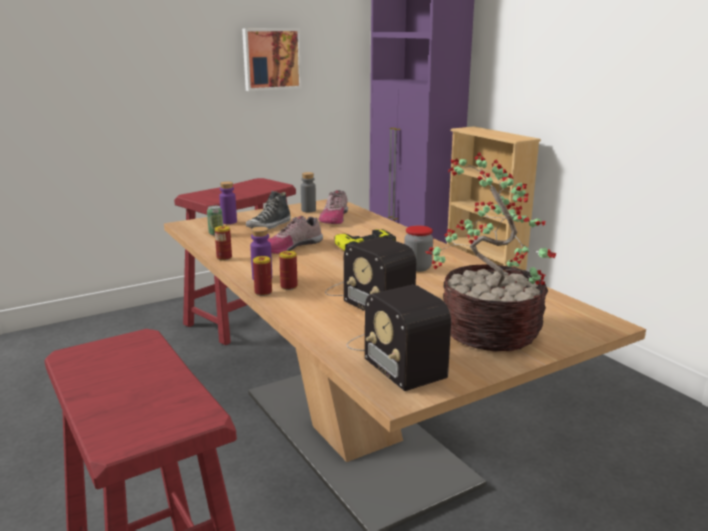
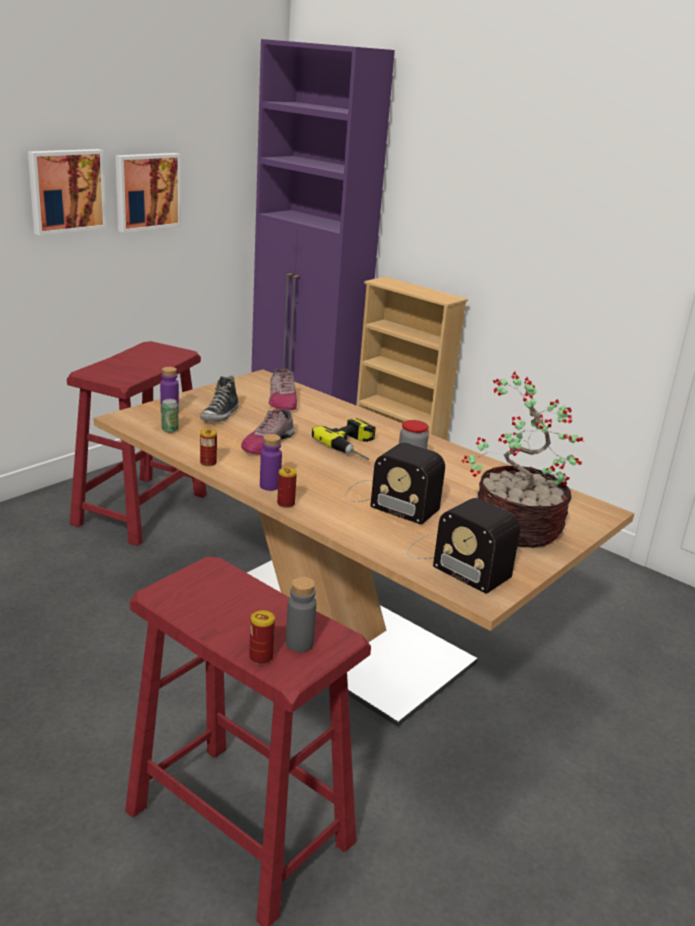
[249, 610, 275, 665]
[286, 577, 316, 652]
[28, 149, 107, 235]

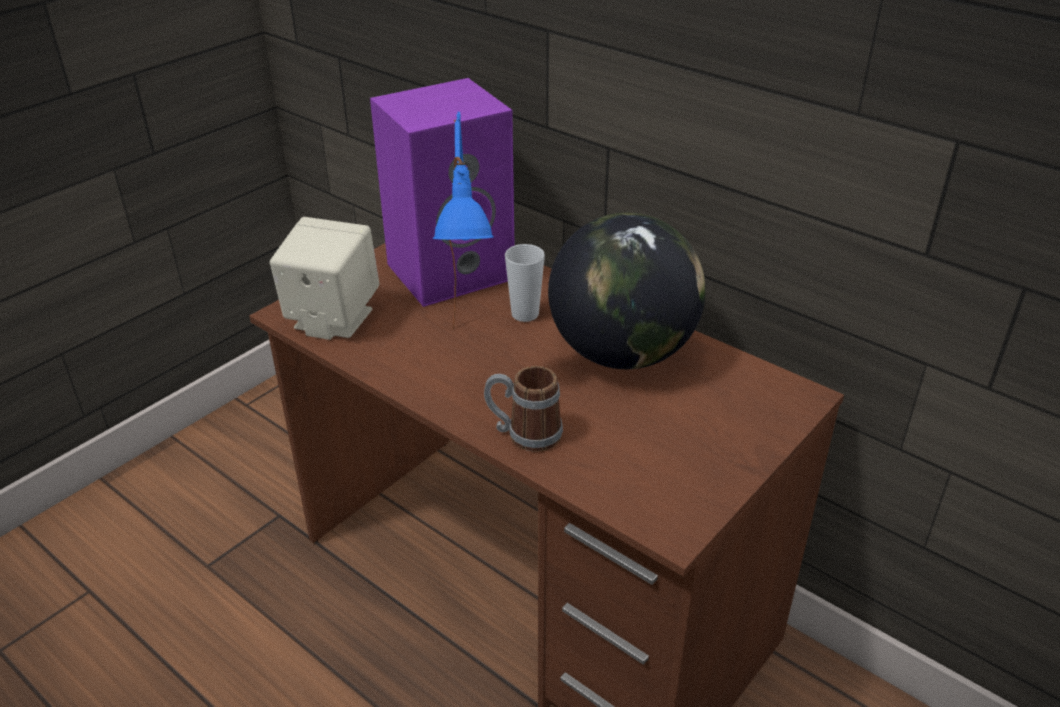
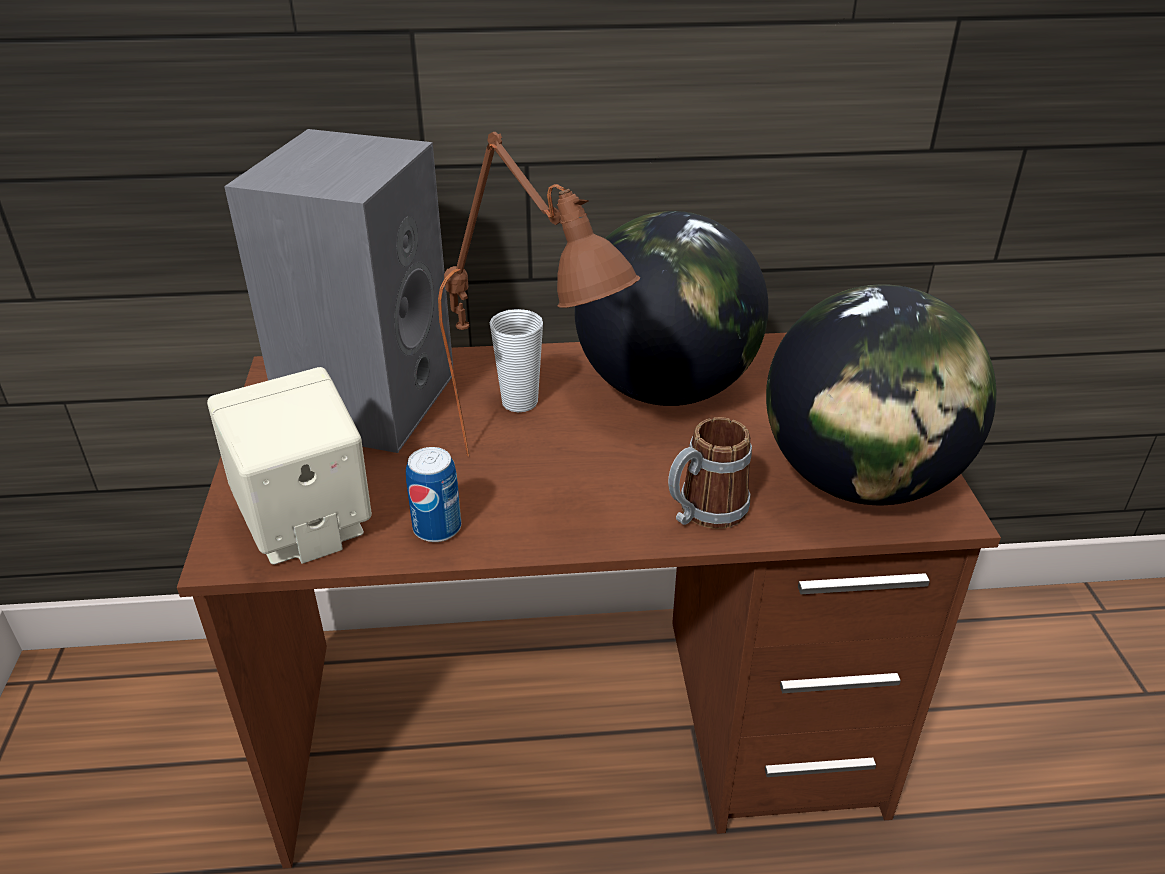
[224, 129, 454, 453]
[438, 132, 640, 457]
[406, 447, 461, 542]
[766, 284, 996, 505]

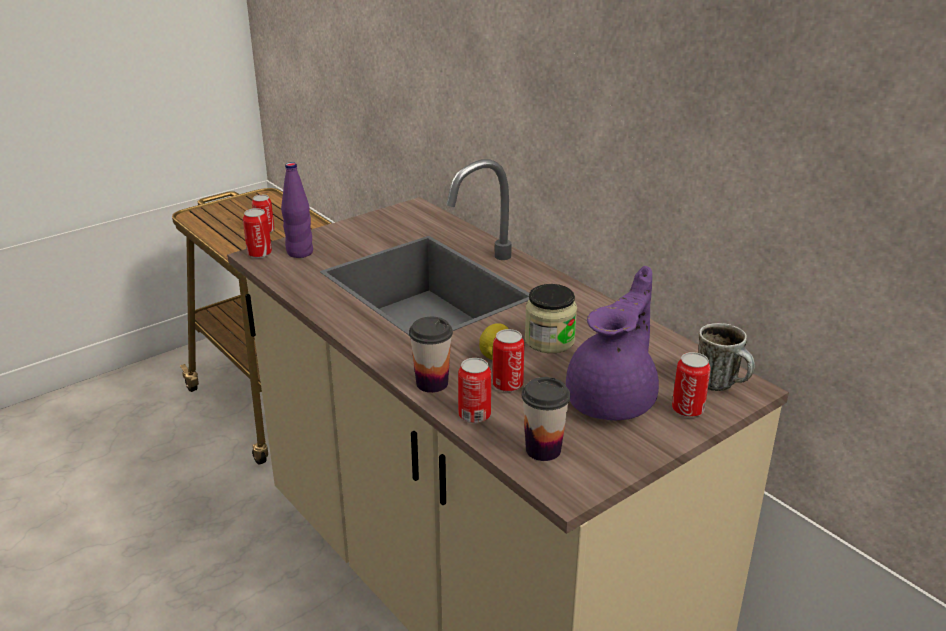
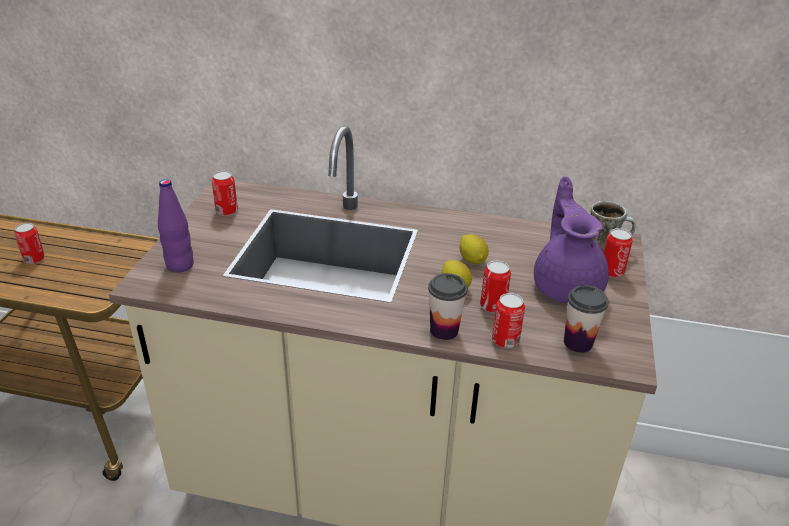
[212, 171, 238, 216]
[459, 234, 489, 264]

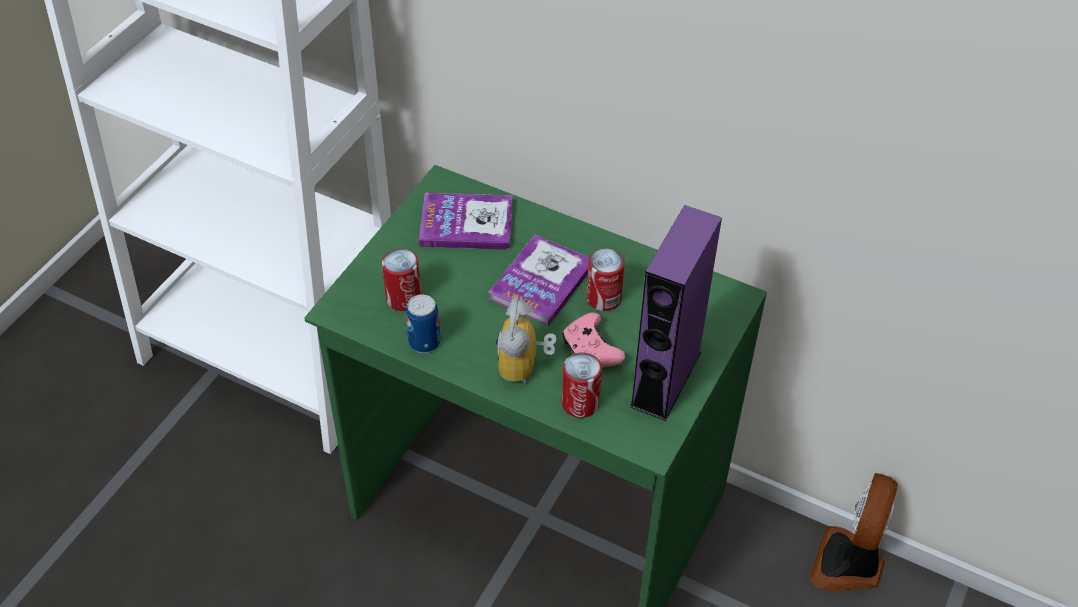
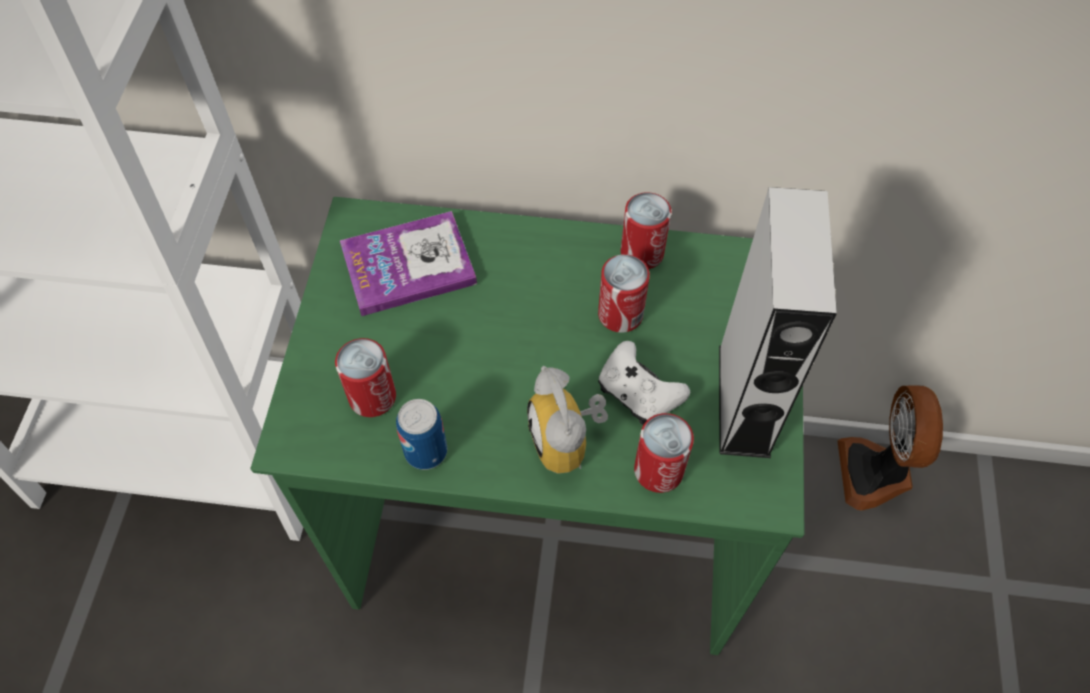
[488, 234, 589, 326] (first image)
[598, 341, 690, 425]
[719, 187, 837, 458]
[621, 192, 671, 269]

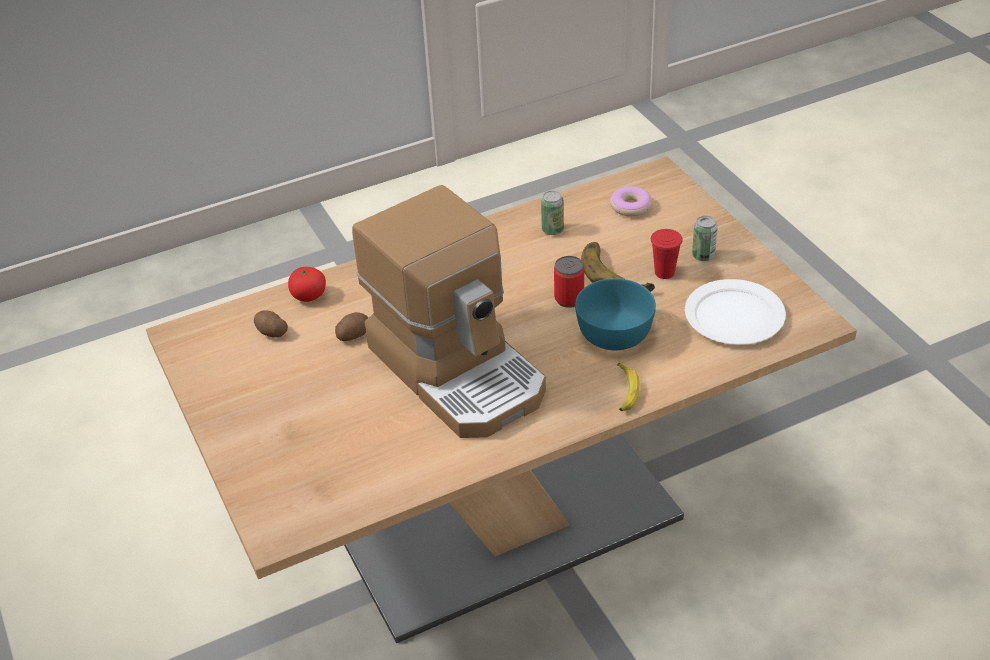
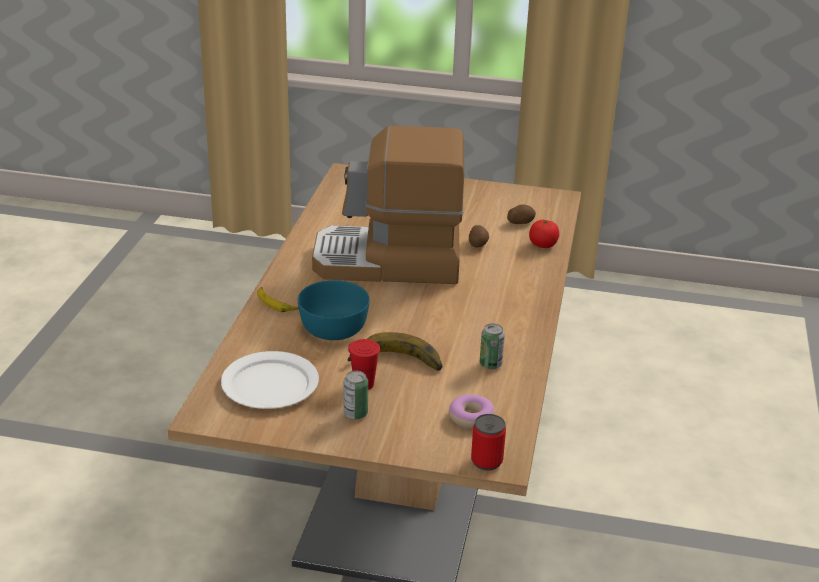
[471, 414, 506, 470]

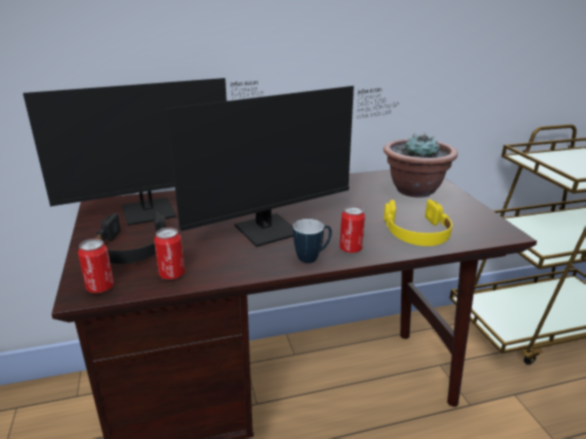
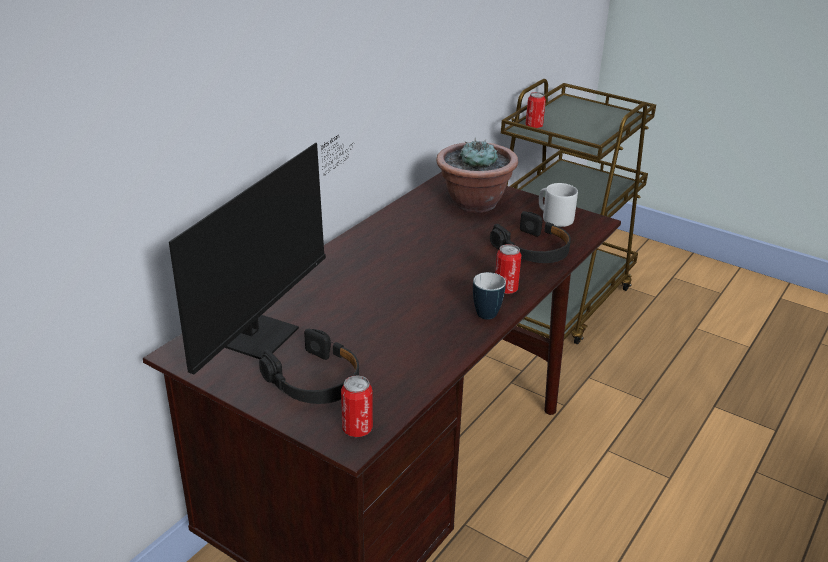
[526, 92, 546, 128]
[166, 86, 399, 247] (first image)
[490, 211, 571, 263]
[539, 183, 578, 227]

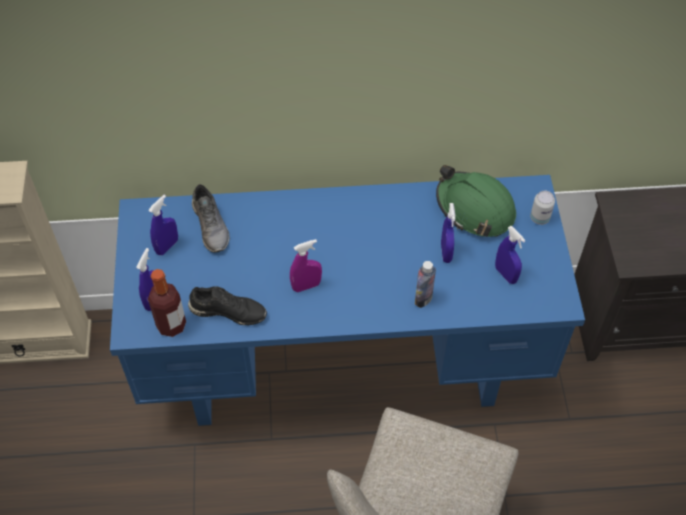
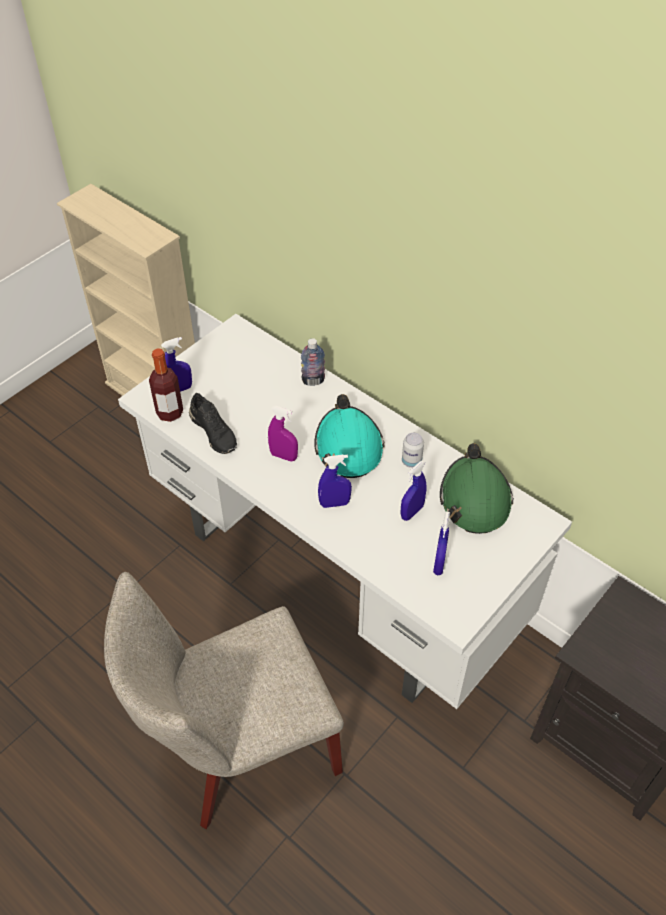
[118, 314, 572, 709]
[318, 454, 352, 508]
[192, 184, 230, 252] (first image)
[301, 338, 325, 386]
[402, 433, 424, 468]
[314, 394, 385, 478]

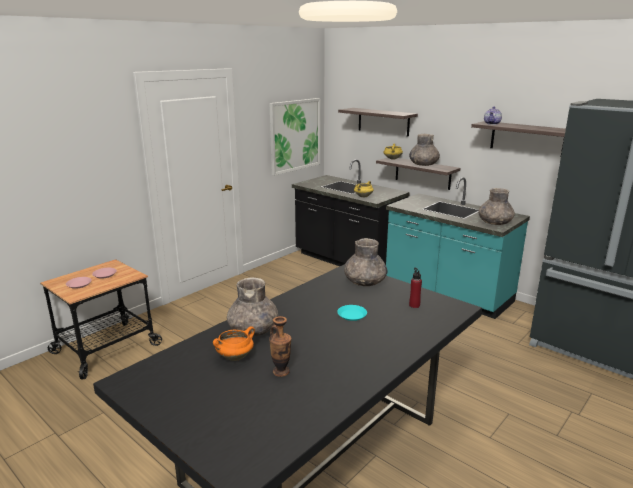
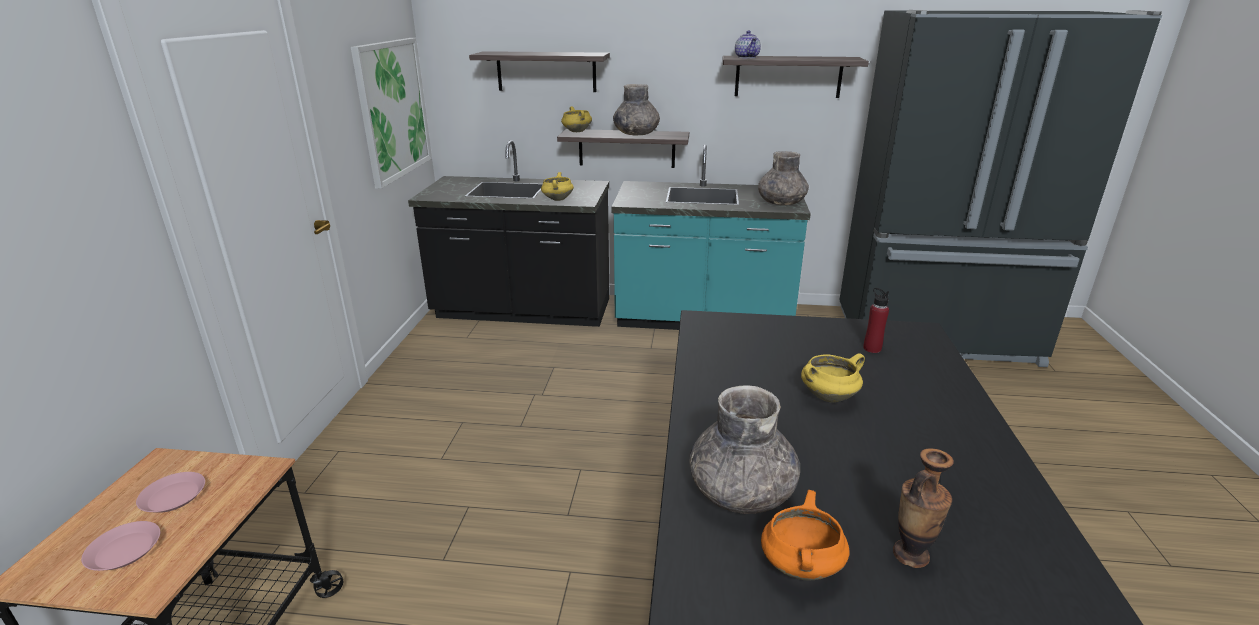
[801, 353, 865, 403]
[344, 238, 388, 286] (first image)

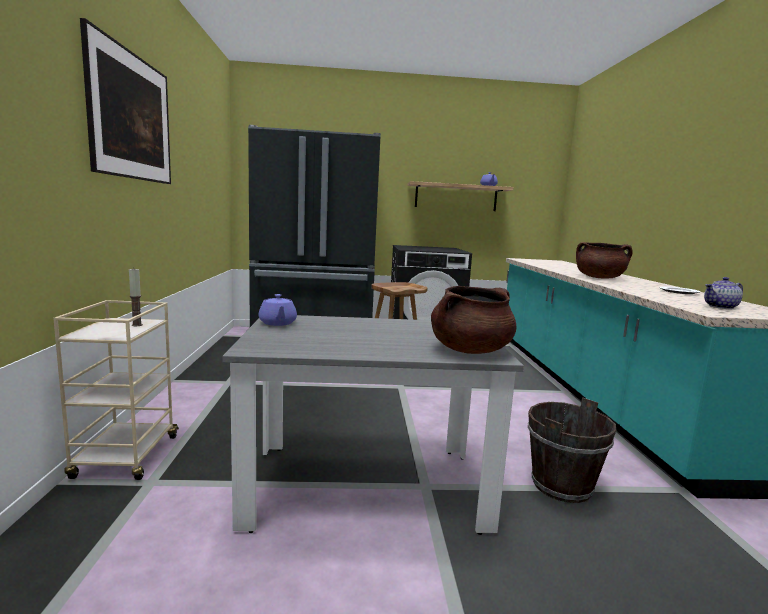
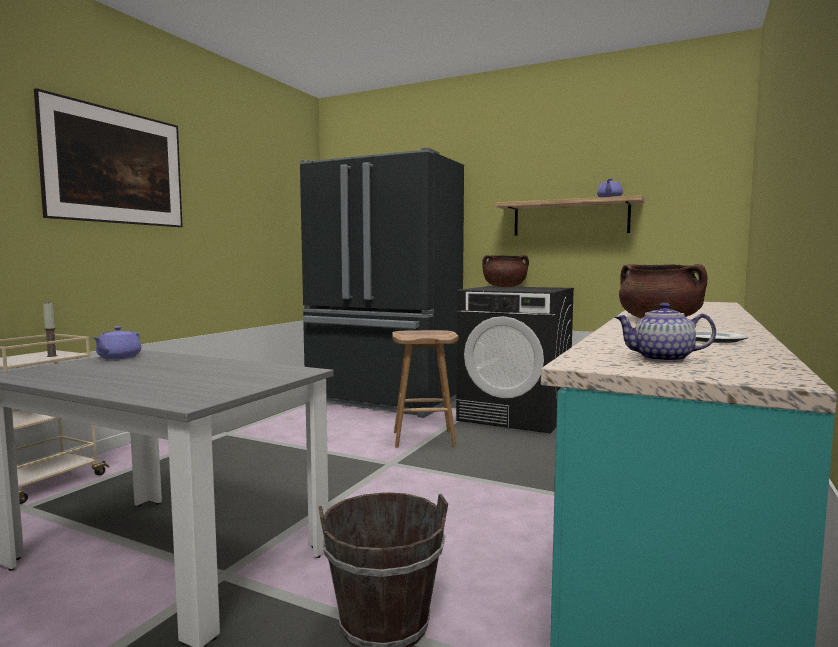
[482, 255, 529, 287]

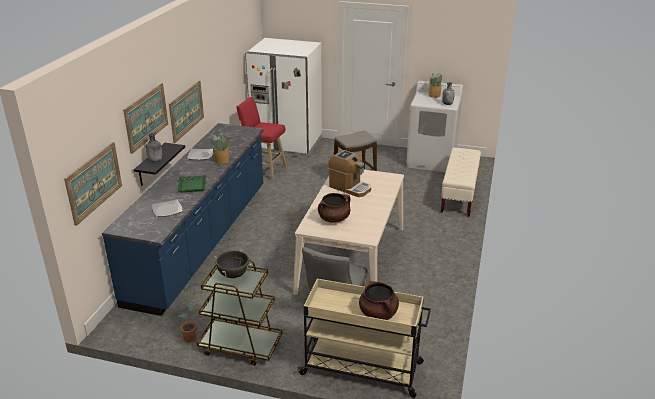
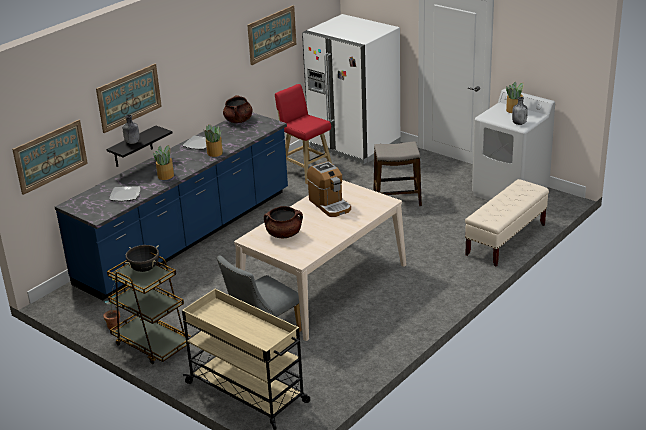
[247, 5, 296, 65]
[153, 145, 174, 180]
[223, 95, 253, 123]

